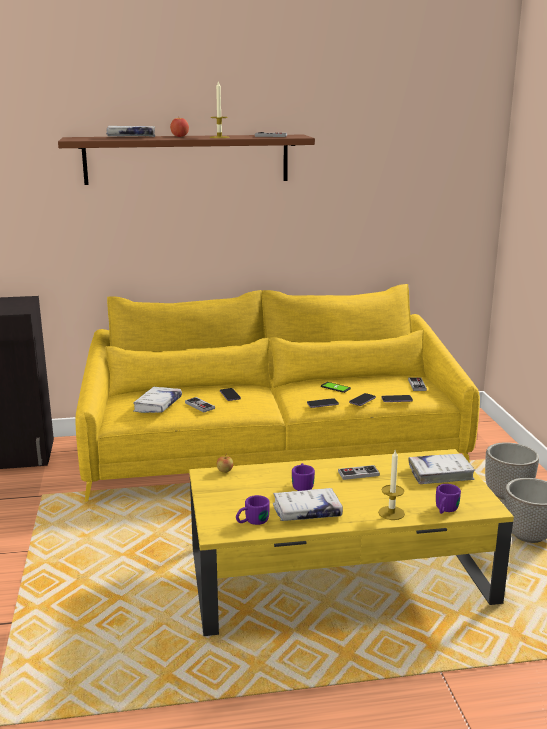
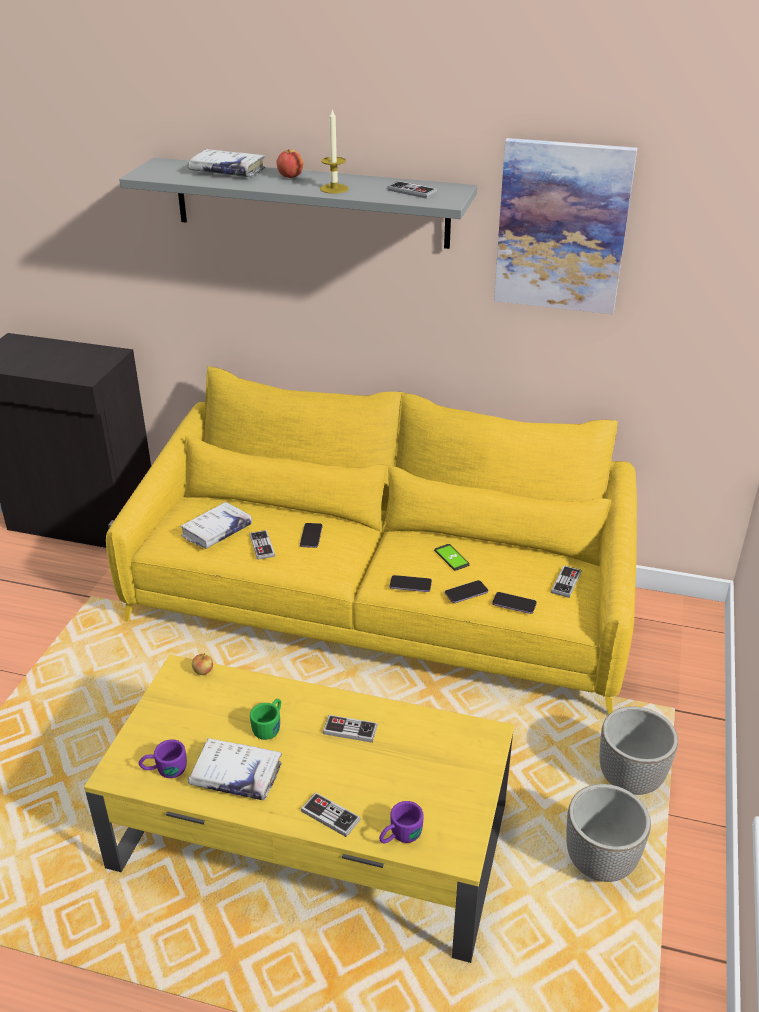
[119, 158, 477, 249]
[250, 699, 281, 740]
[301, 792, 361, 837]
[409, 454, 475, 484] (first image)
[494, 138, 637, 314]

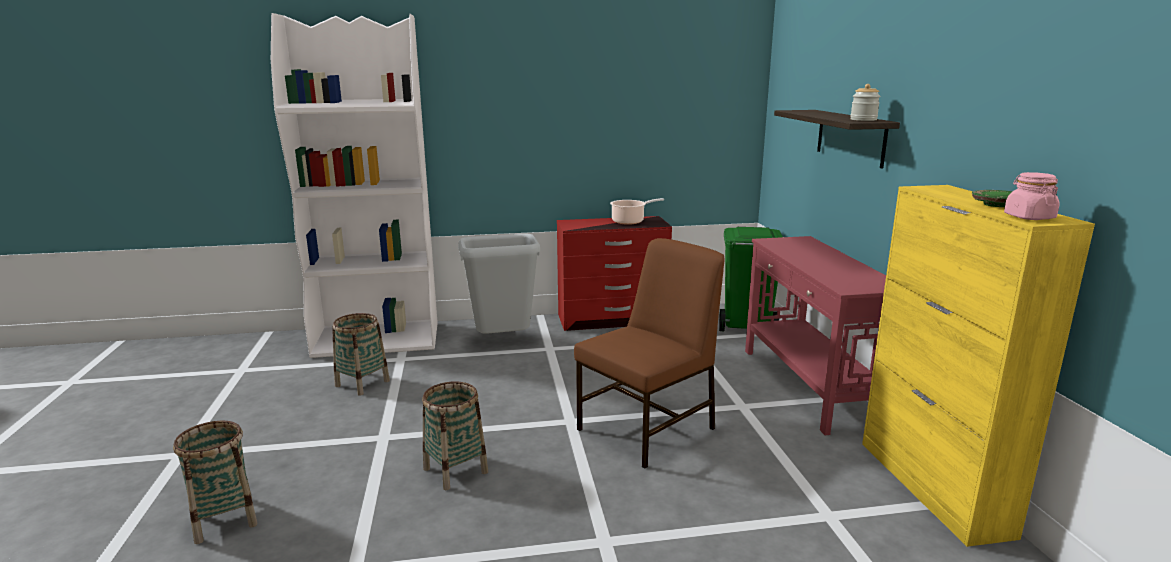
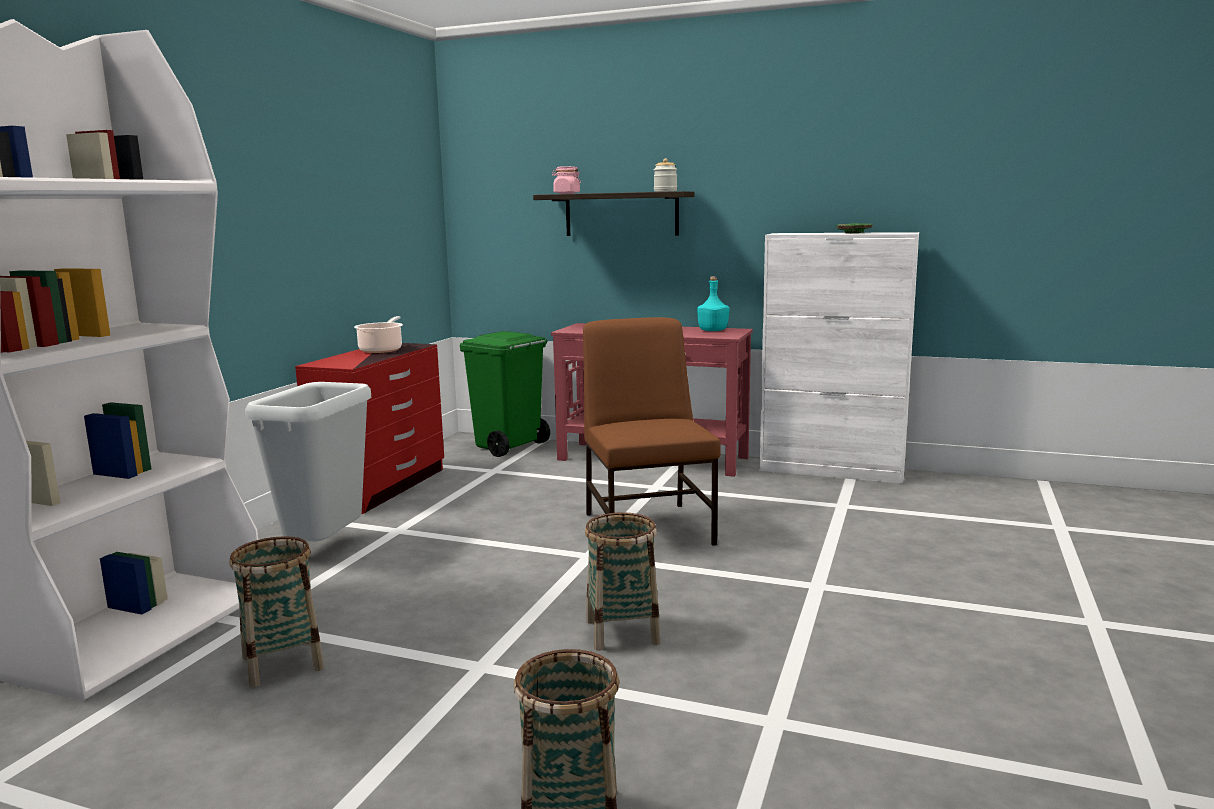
[760, 232, 919, 484]
[552, 166, 581, 194]
[697, 276, 729, 331]

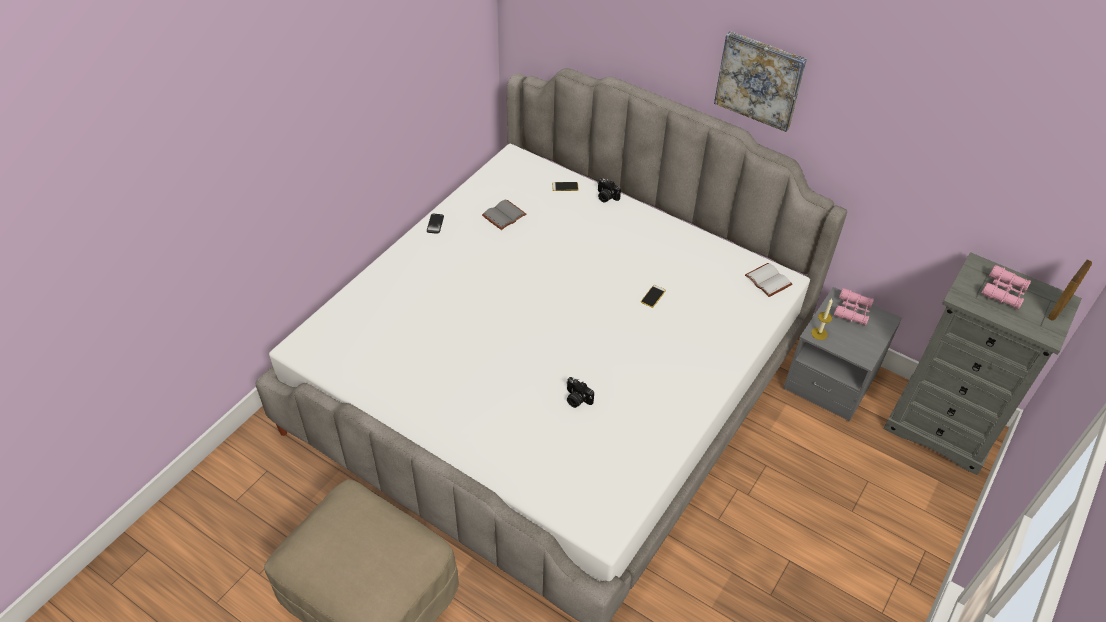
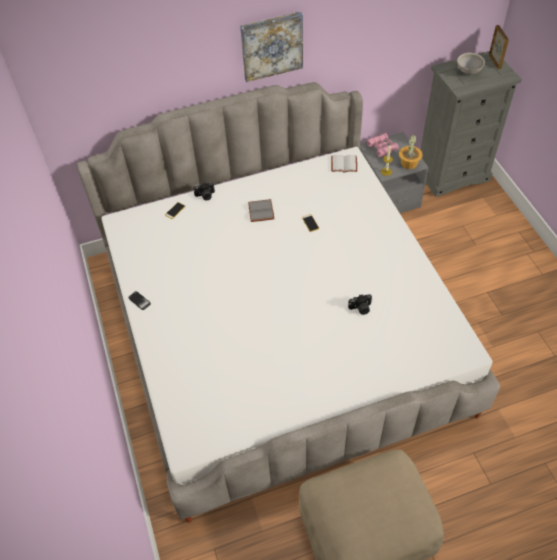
[248, 199, 275, 222]
[457, 53, 485, 75]
[399, 134, 423, 169]

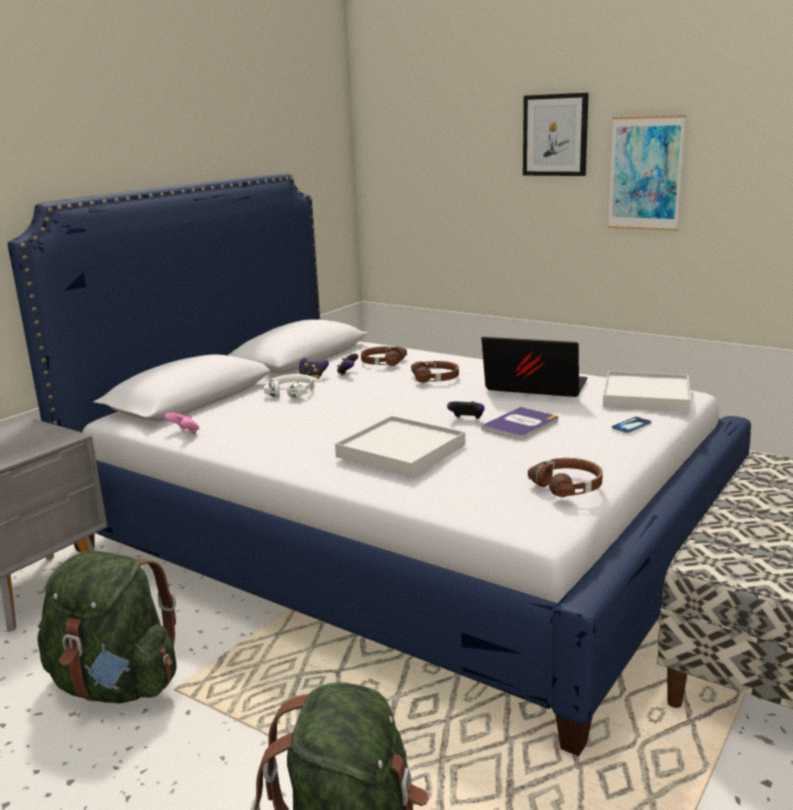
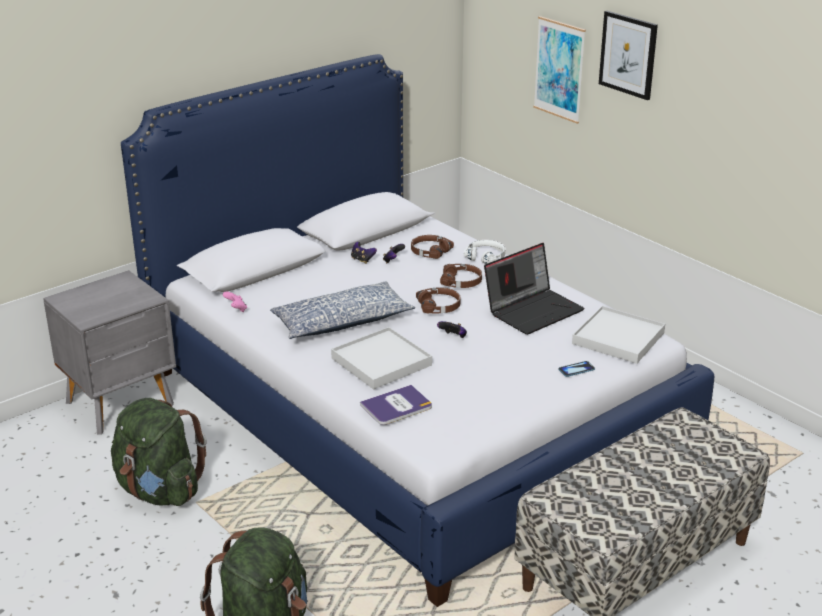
[464, 240, 505, 264]
[484, 243, 585, 335]
[360, 385, 432, 425]
[416, 287, 461, 313]
[533, 16, 586, 124]
[270, 282, 415, 339]

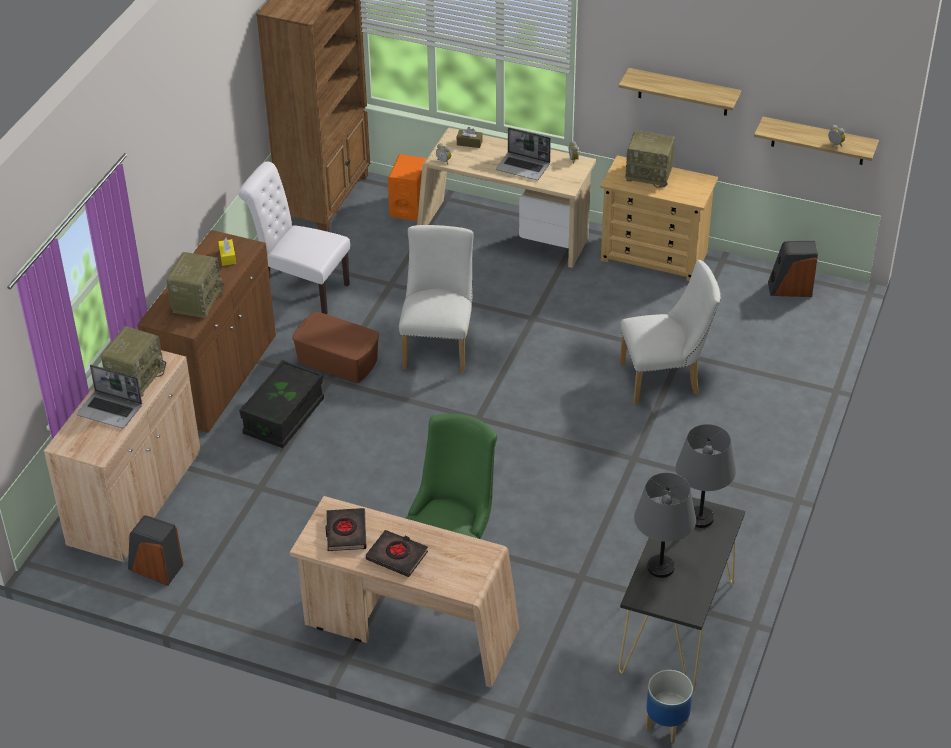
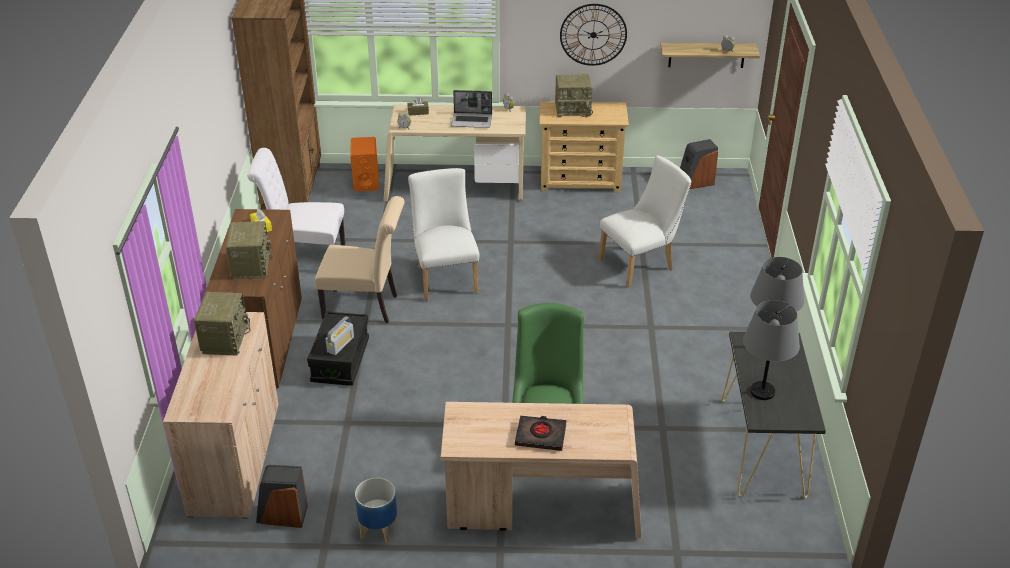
[77, 365, 142, 428] (first image)
[315, 196, 405, 323]
[326, 508, 367, 551] (first image)
[560, 4, 627, 66]
[355, 478, 397, 543]
[326, 316, 354, 355]

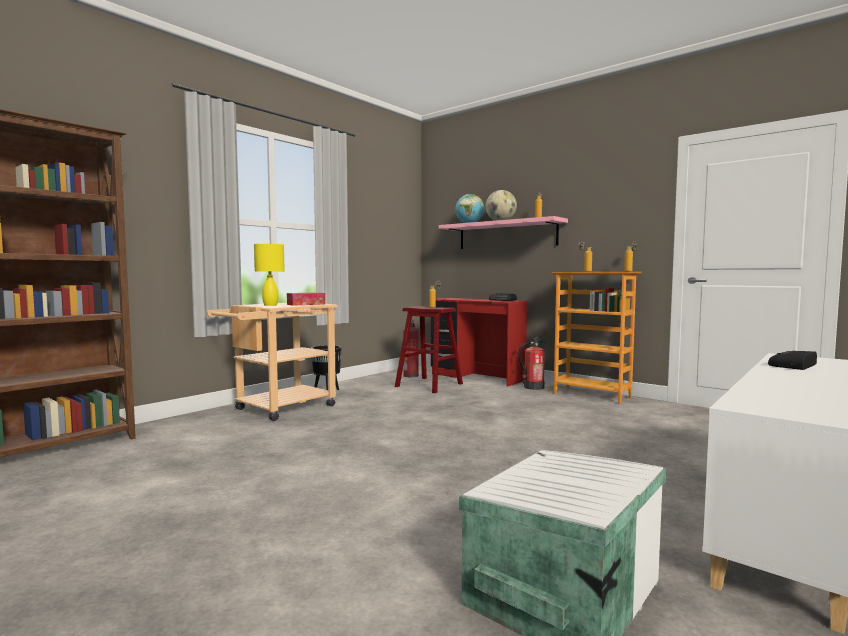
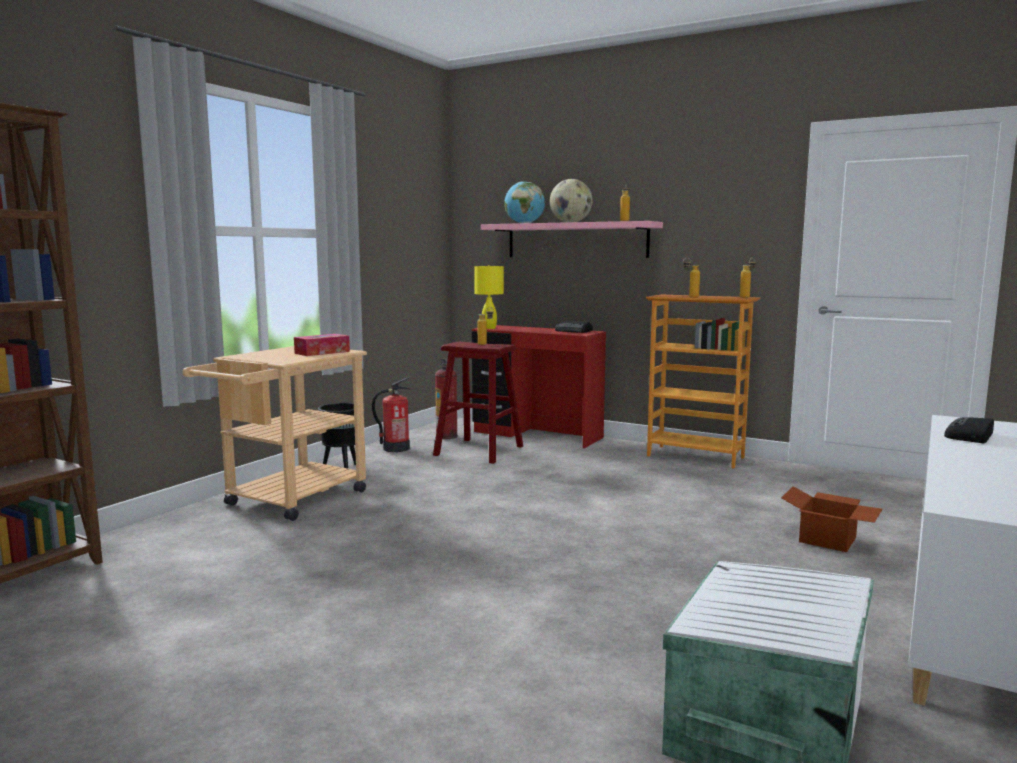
[474, 265, 504, 329]
[372, 377, 411, 452]
[781, 486, 882, 552]

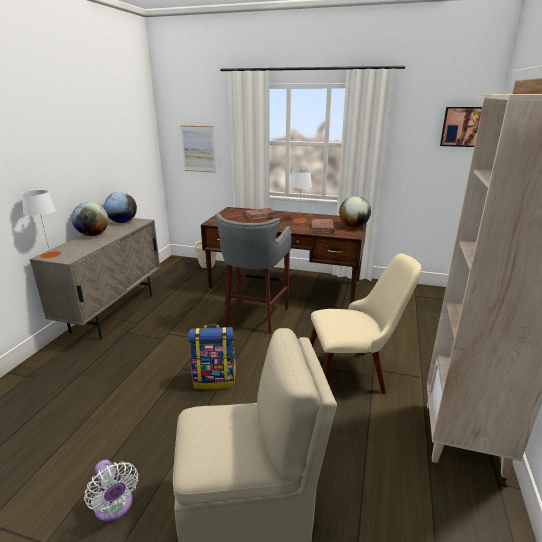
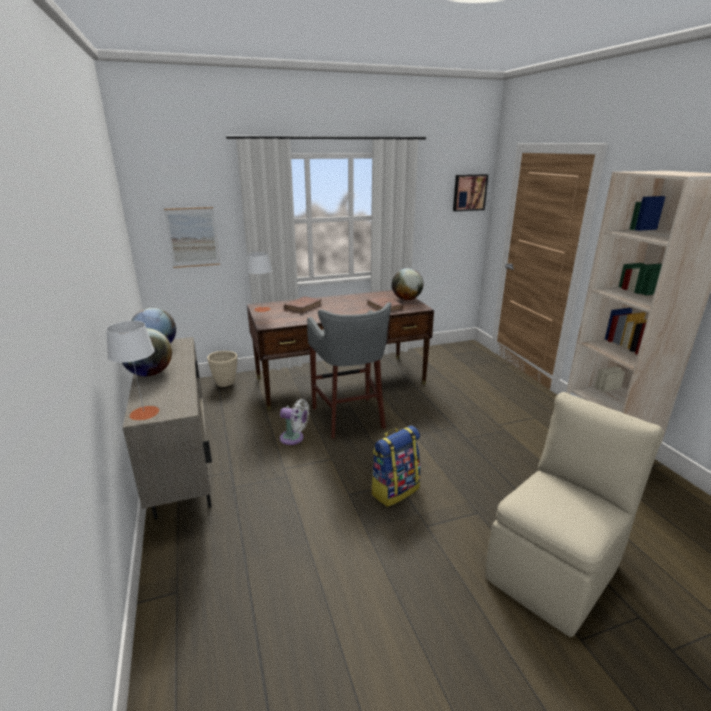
[280, 399, 309, 445]
[246, 252, 272, 312]
[310, 254, 421, 394] (first image)

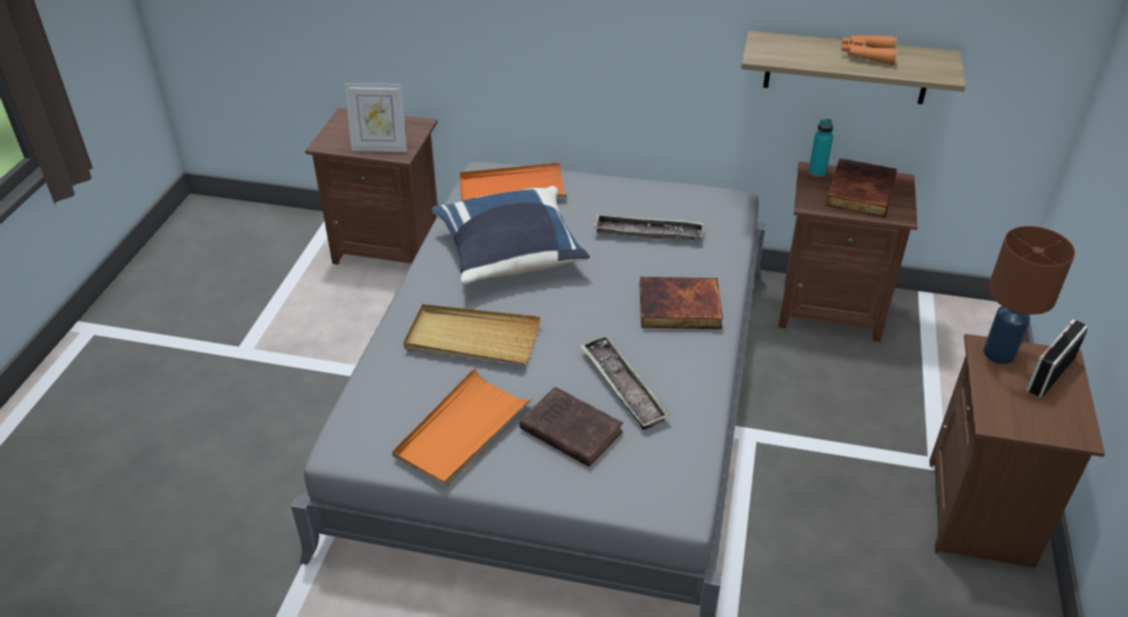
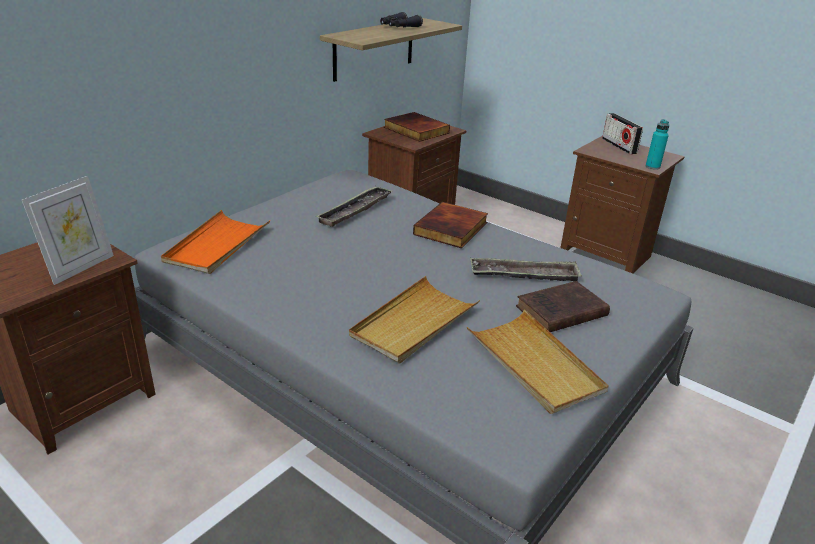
[467, 310, 608, 414]
[431, 186, 590, 284] (first image)
[646, 119, 669, 170]
[380, 12, 423, 27]
[983, 226, 1075, 364] (first image)

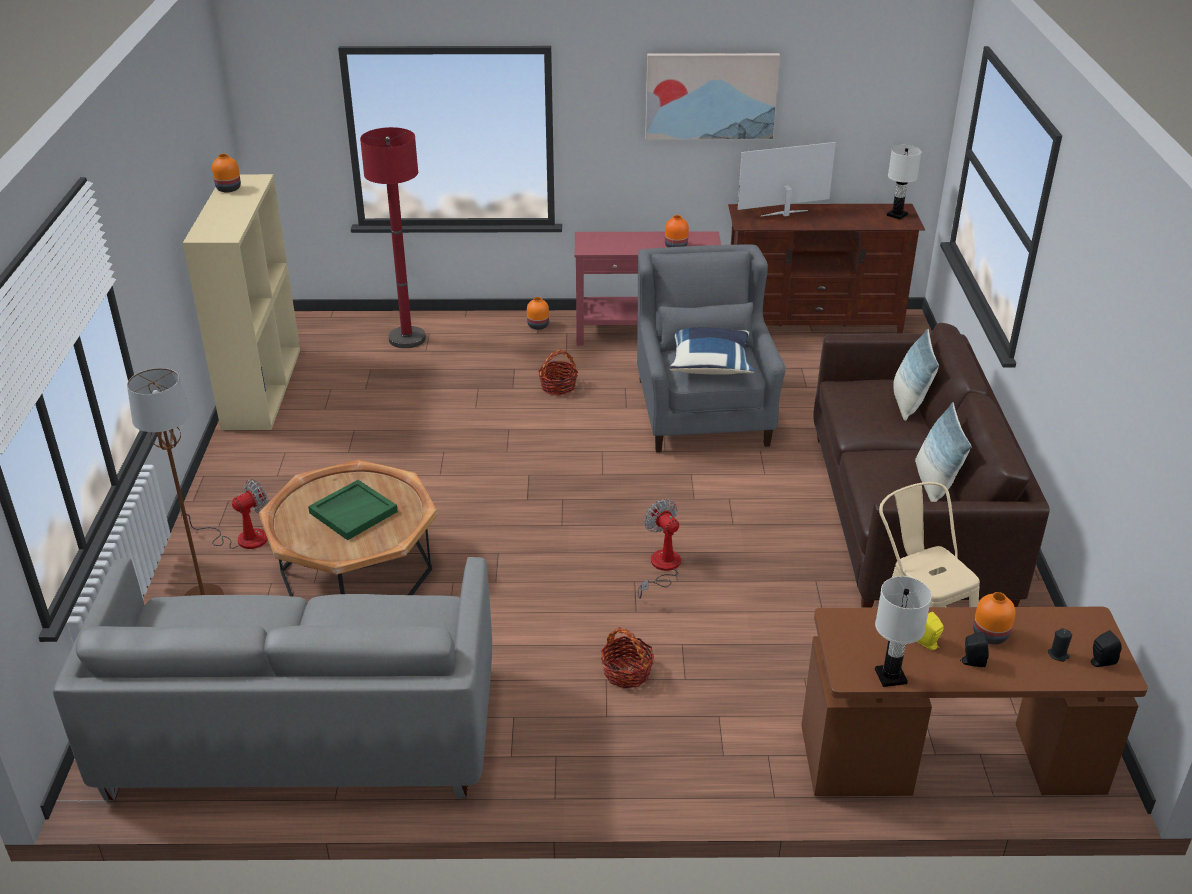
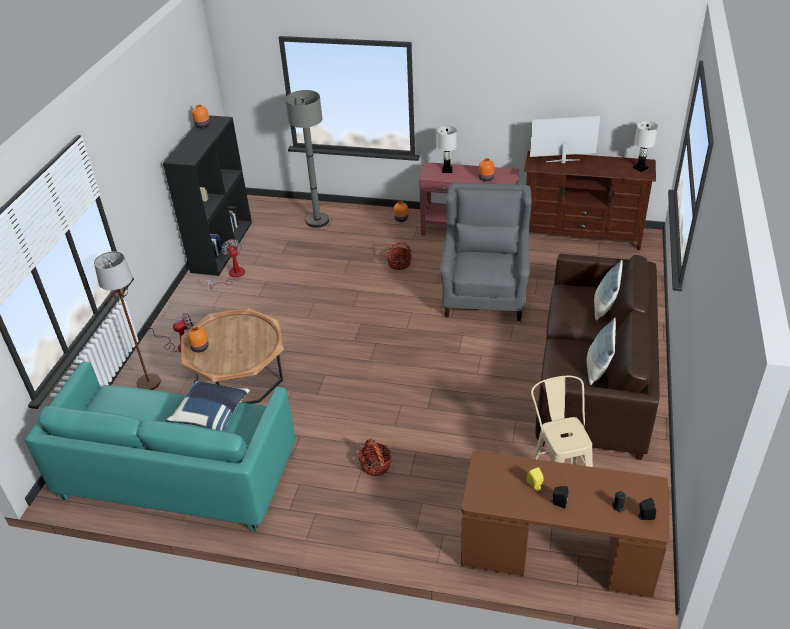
[25, 362, 295, 532]
[163, 115, 252, 276]
[308, 480, 398, 540] (first image)
[285, 90, 329, 228]
[207, 239, 245, 288]
[645, 53, 780, 139] (first image)
[165, 380, 250, 431]
[437, 126, 457, 173]
[188, 327, 208, 353]

